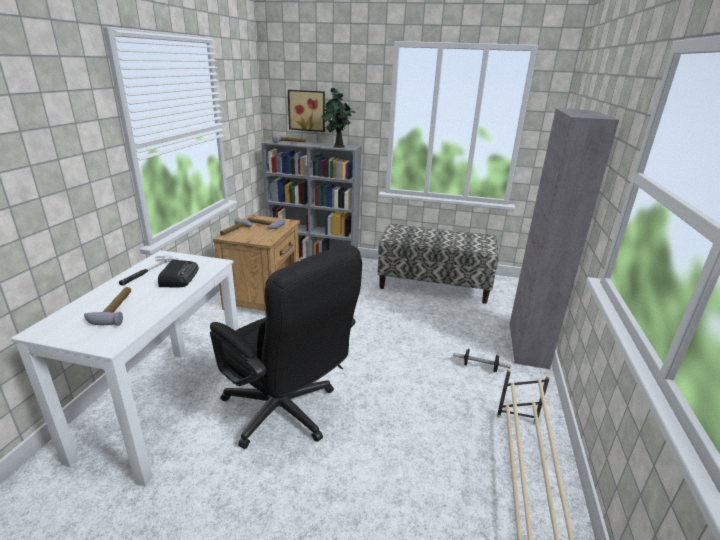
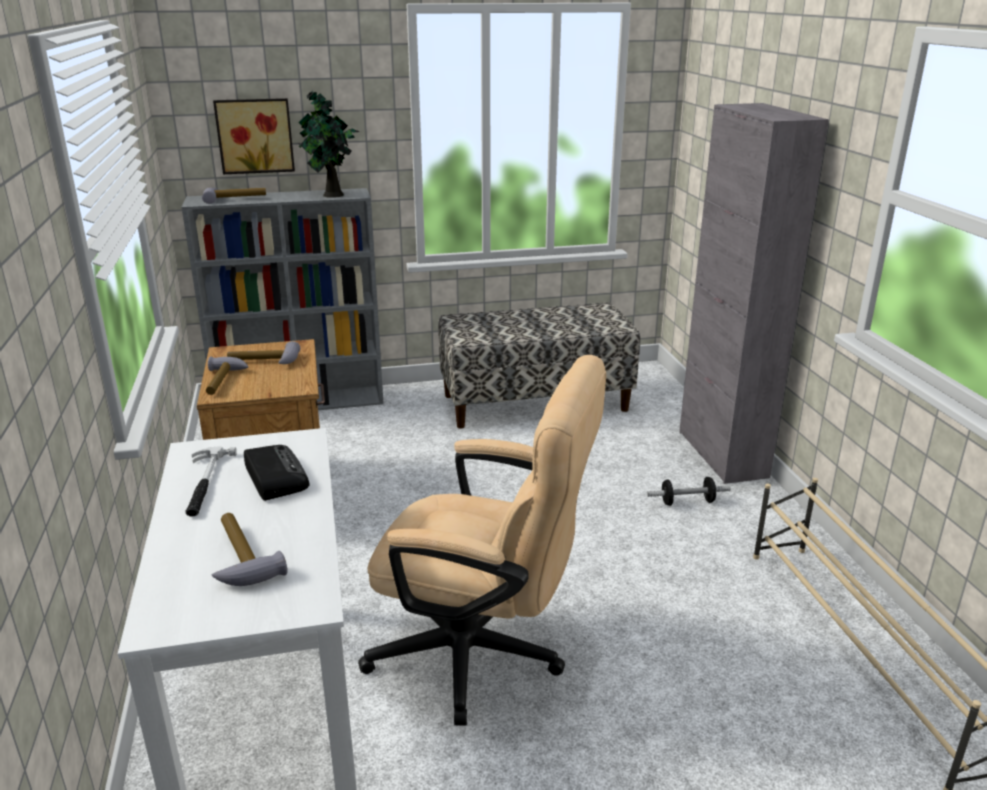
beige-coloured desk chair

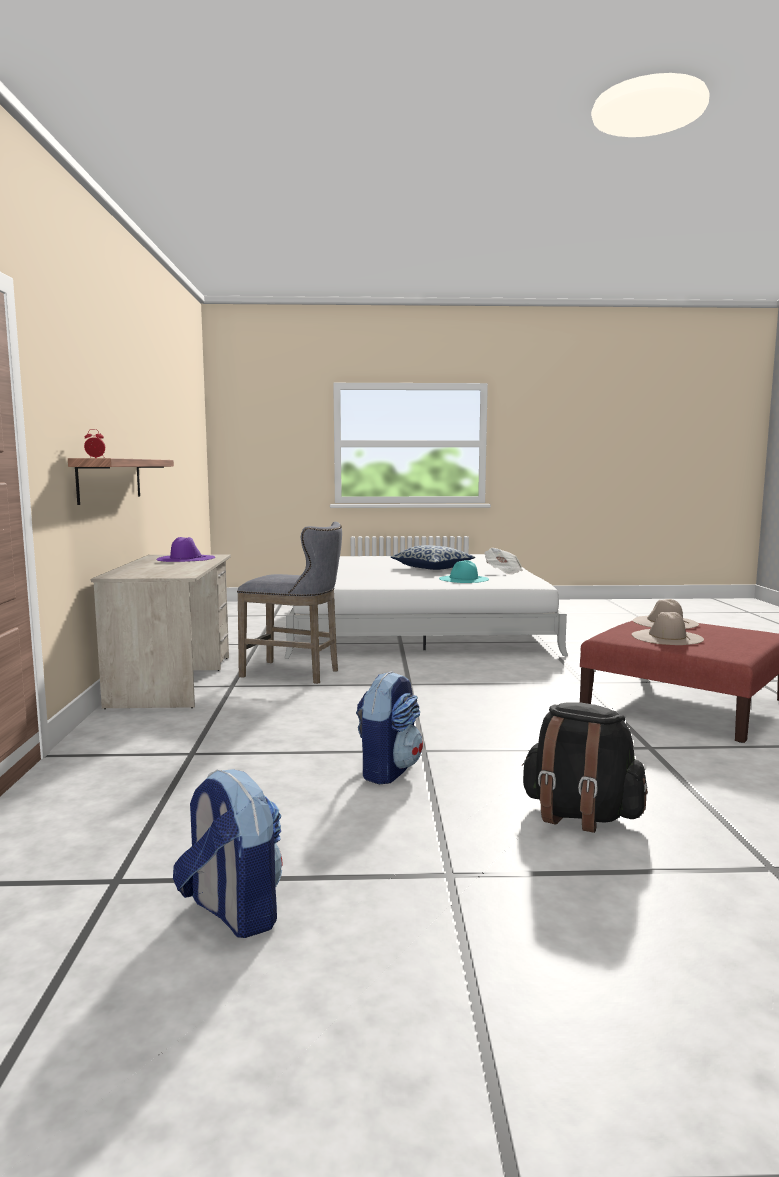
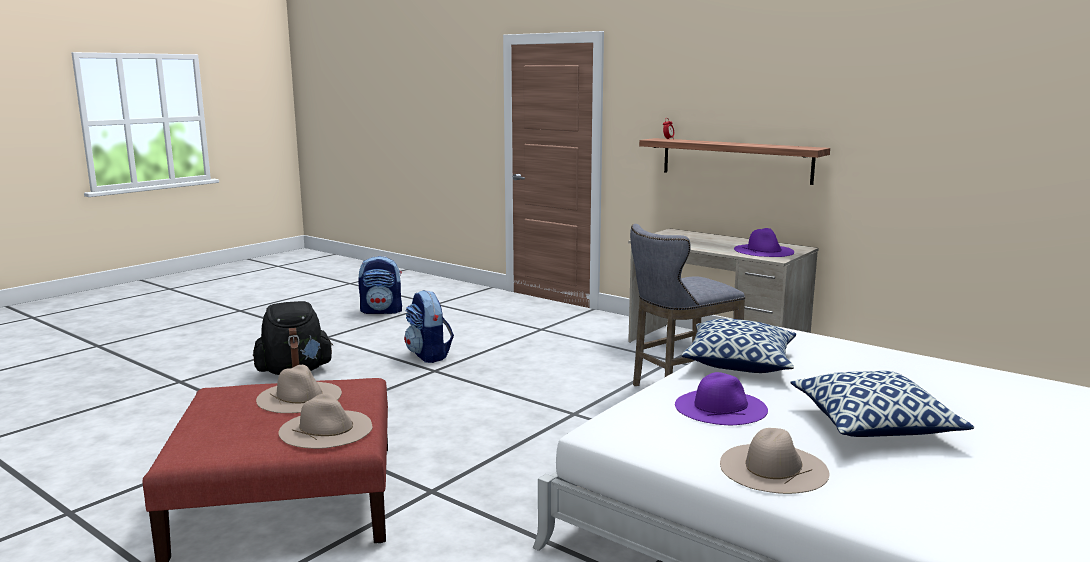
purplish clothing hat (1st from left)
beige-coloured clothing hat (3rd from left)
pillow (1st from left)

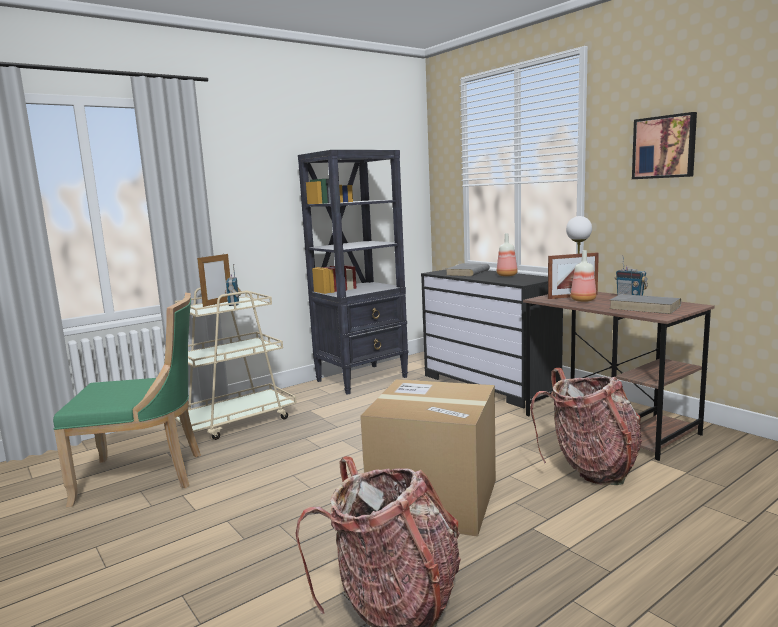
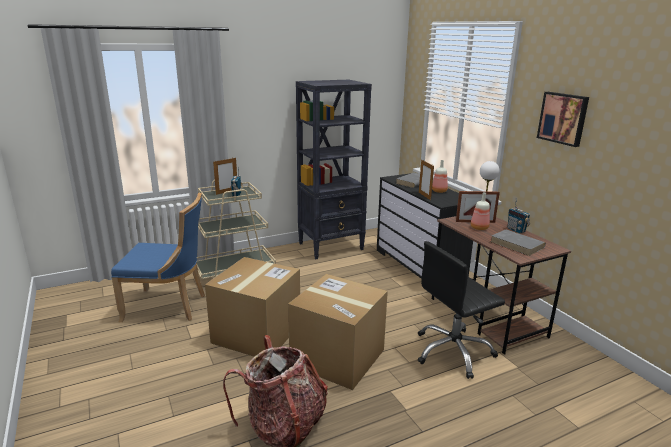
blue-coloured chair
blackish desk chair
carton (1st from left)
standing frame (2nd from left)

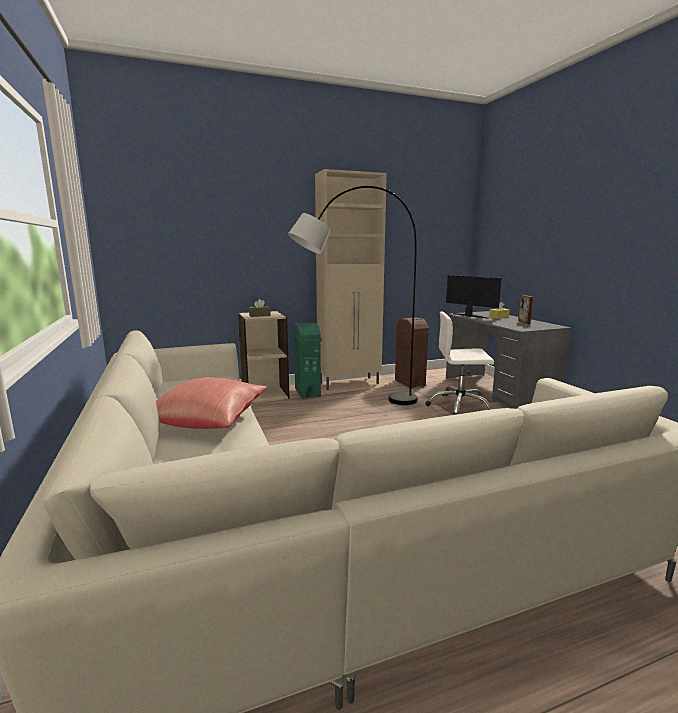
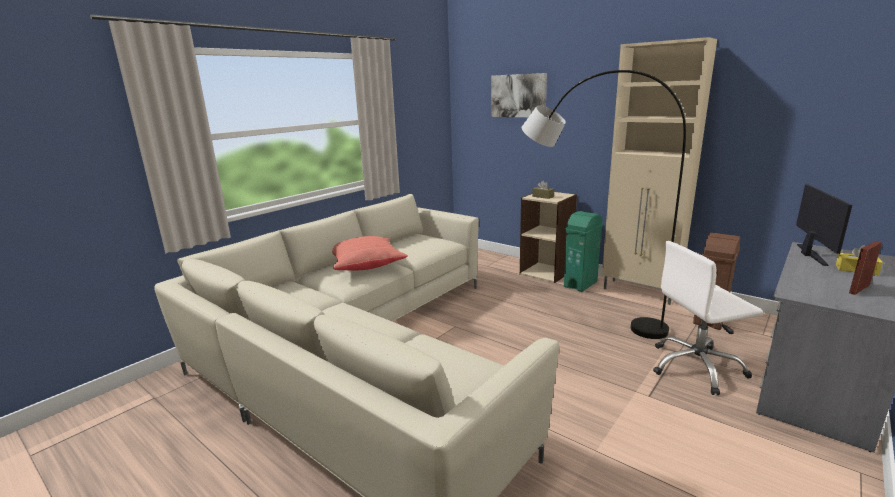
white-coloured desk chair
wall picture

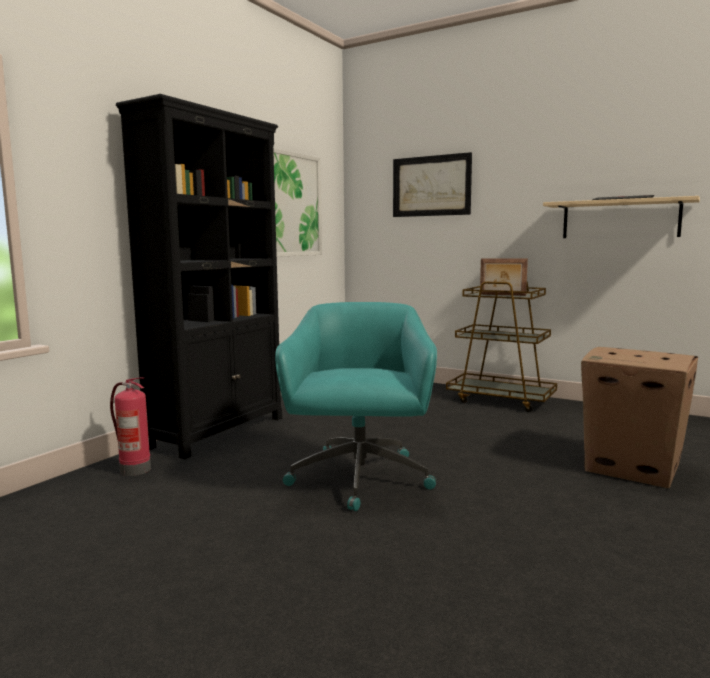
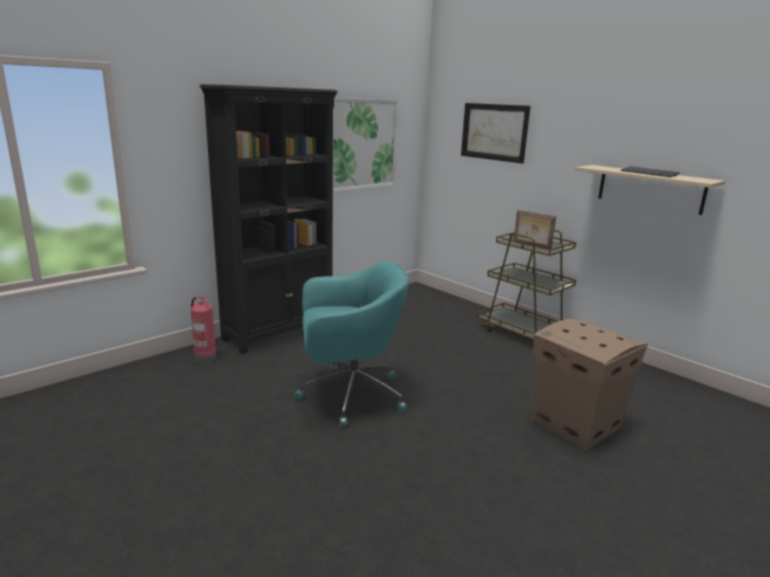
turquoise desk chair

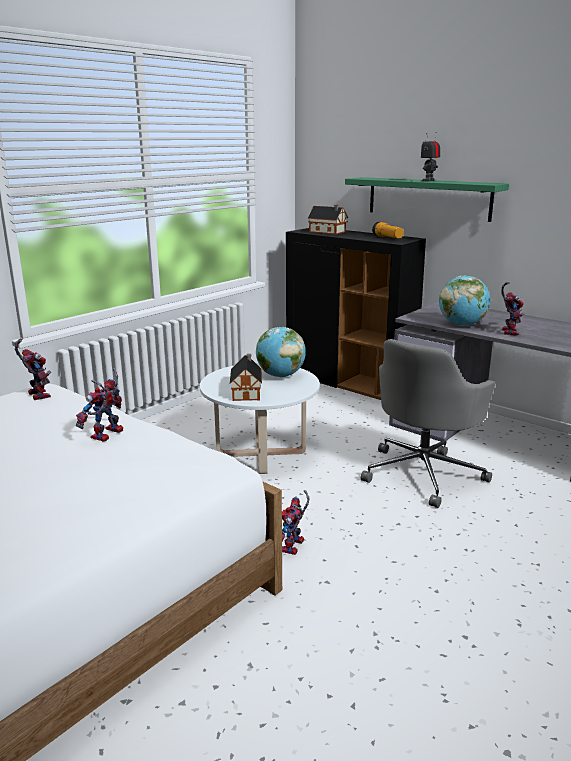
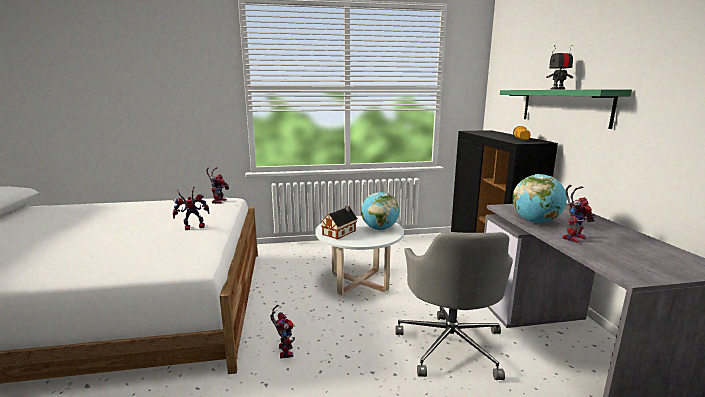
toy robot (3rd from left)
model house (2nd from left in the first image)
greyish desk chair

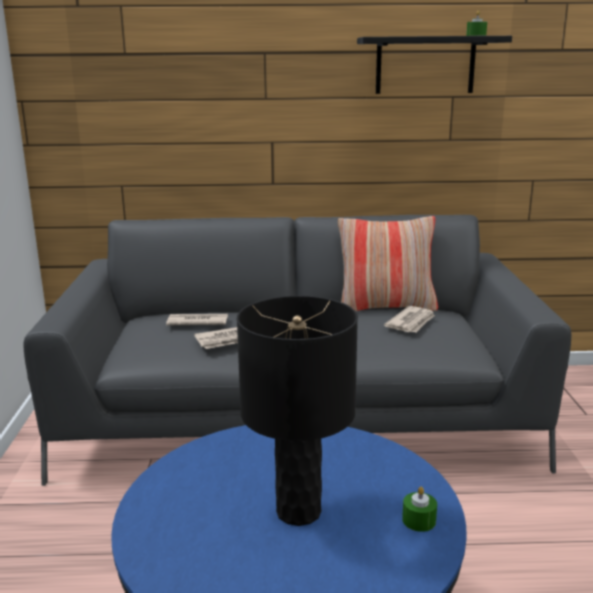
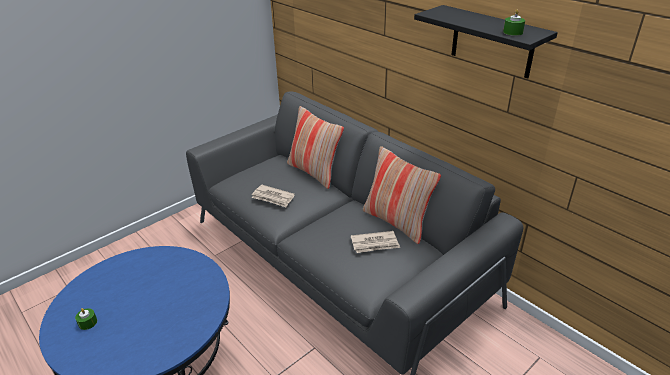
daily paper (1st from left in the first image)
blackish tabletop lamp
green-coloured candle (1st from left)
pillow (1st from left)

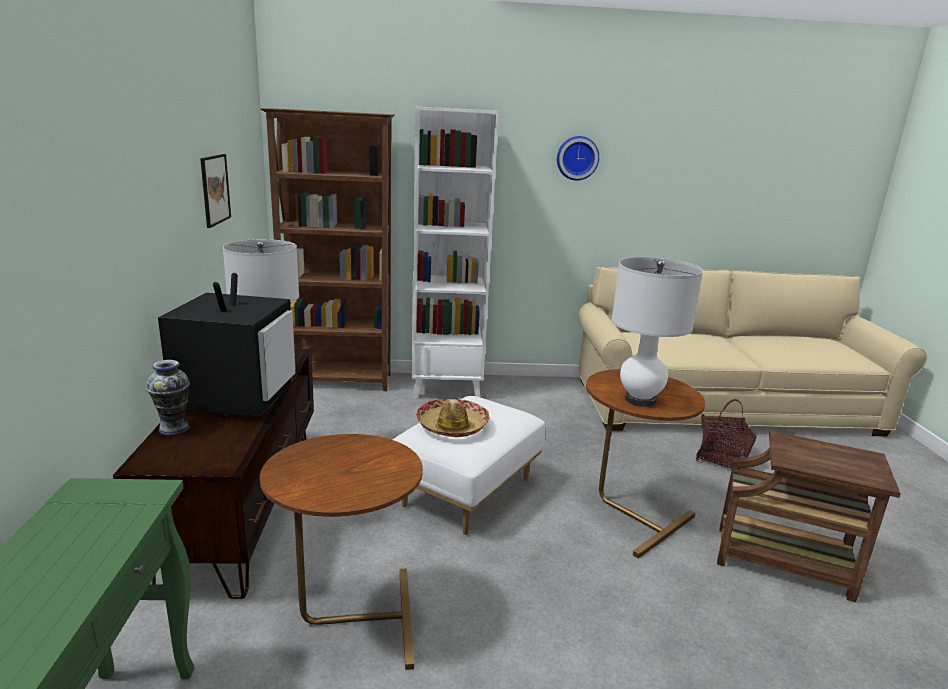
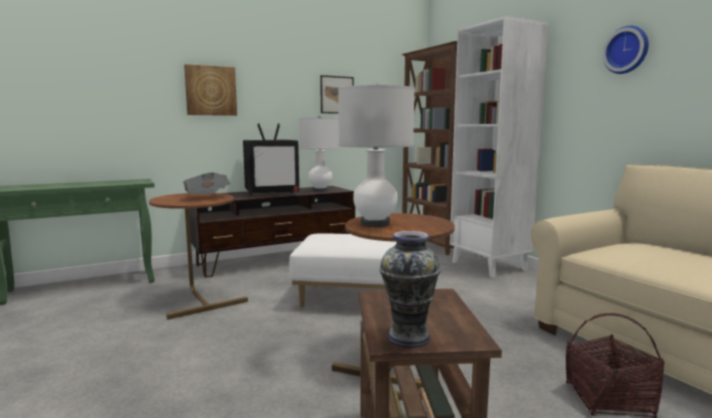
decorative vase
clothing hat
daily paper
wall picture (1st from left)

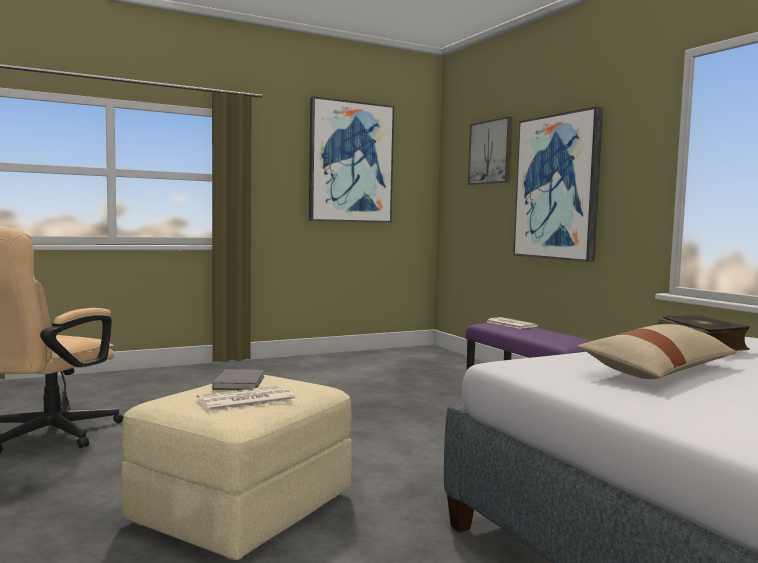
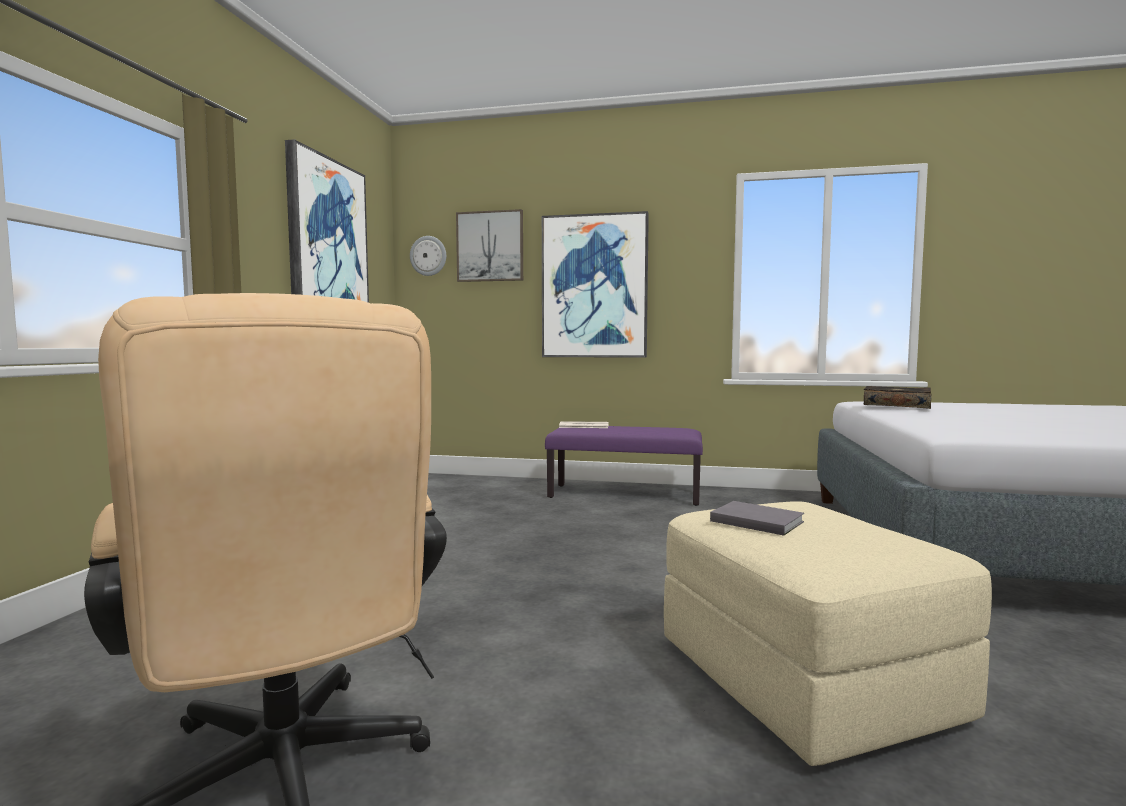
daily paper (1st from left in the first image)
beige-coloured pillow
hanging clock

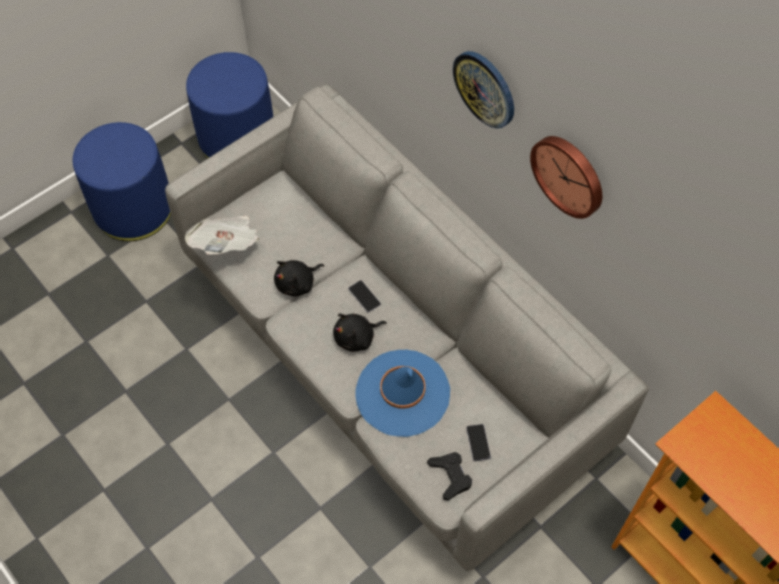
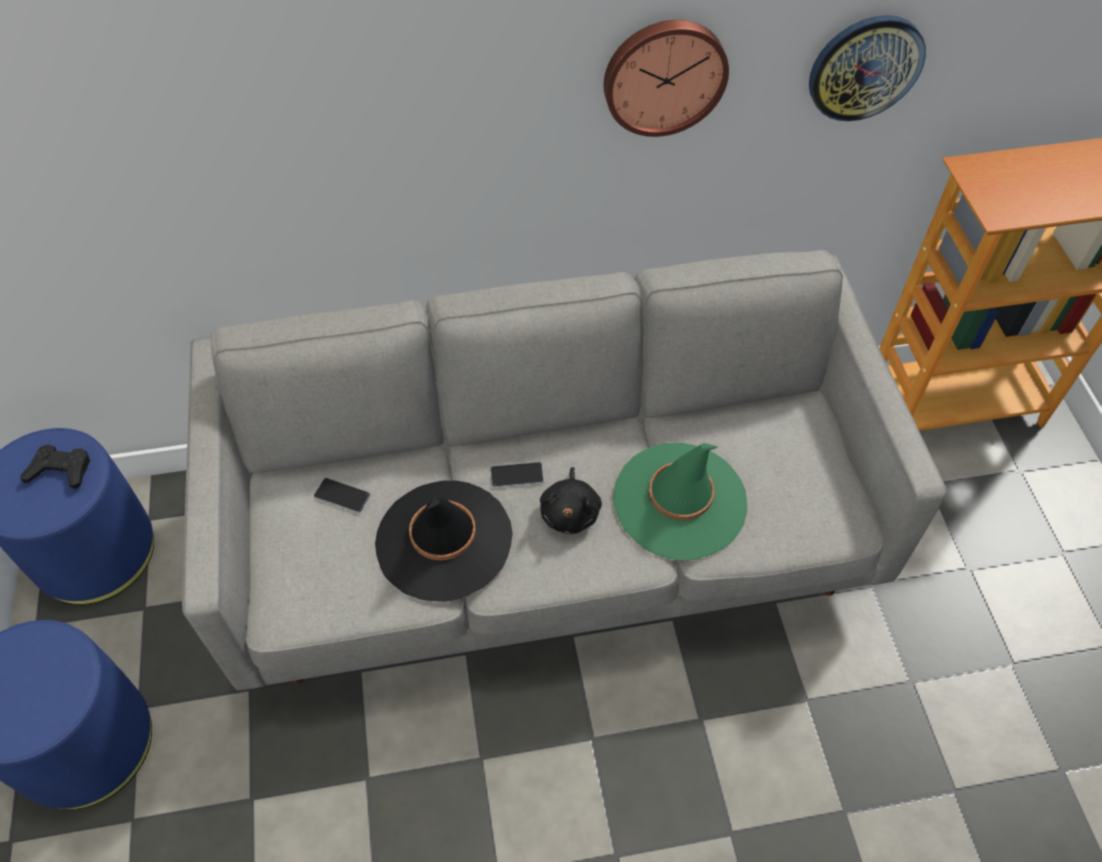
daily paper
blackish clothing hat
green-coloured clothing hat
blackish joypad
hanging clock (2nd from left)
phone (1st from left)

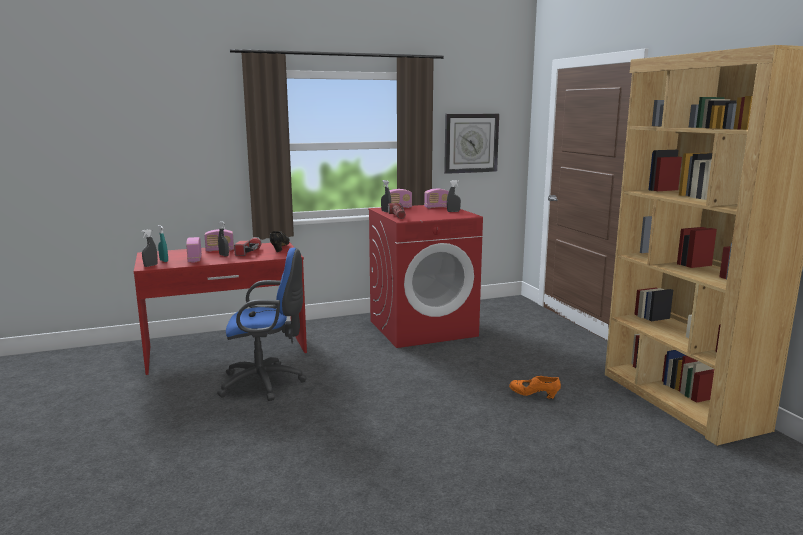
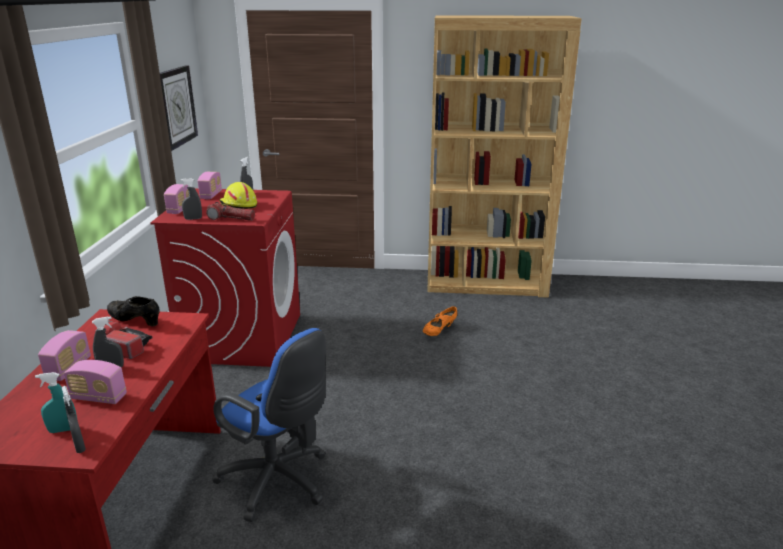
blue-coloured desk chair
yellow work helmet

